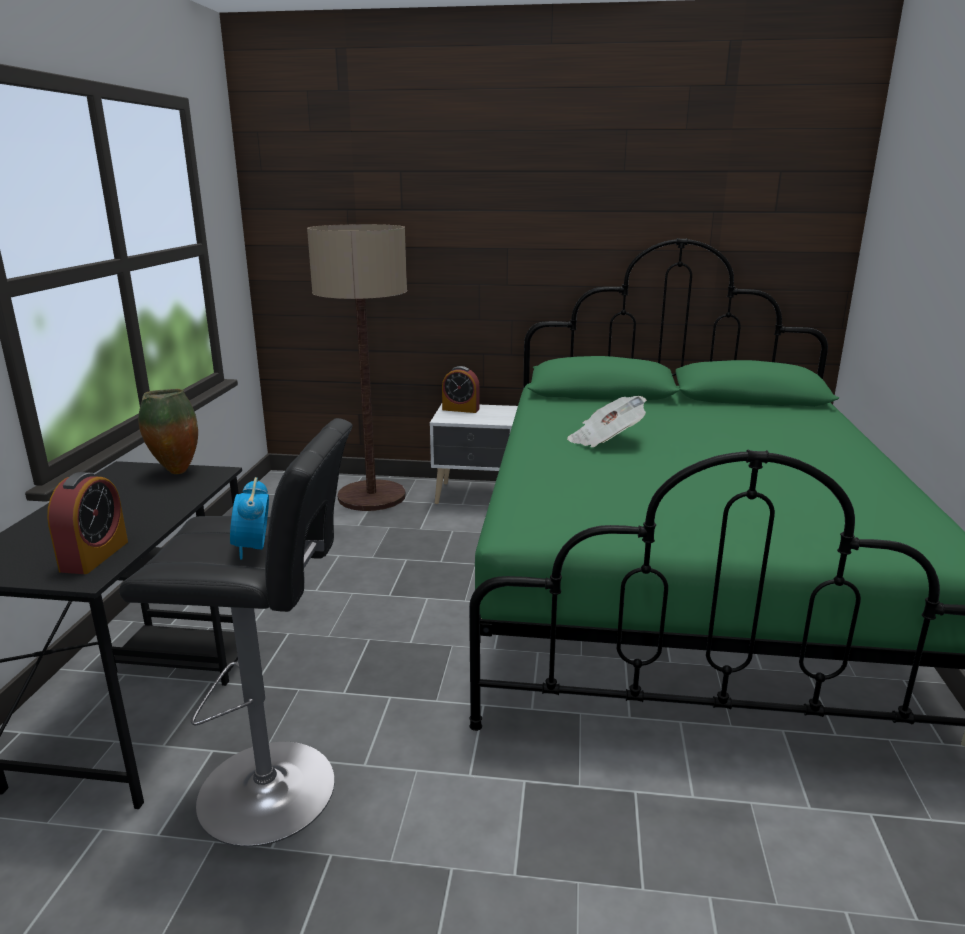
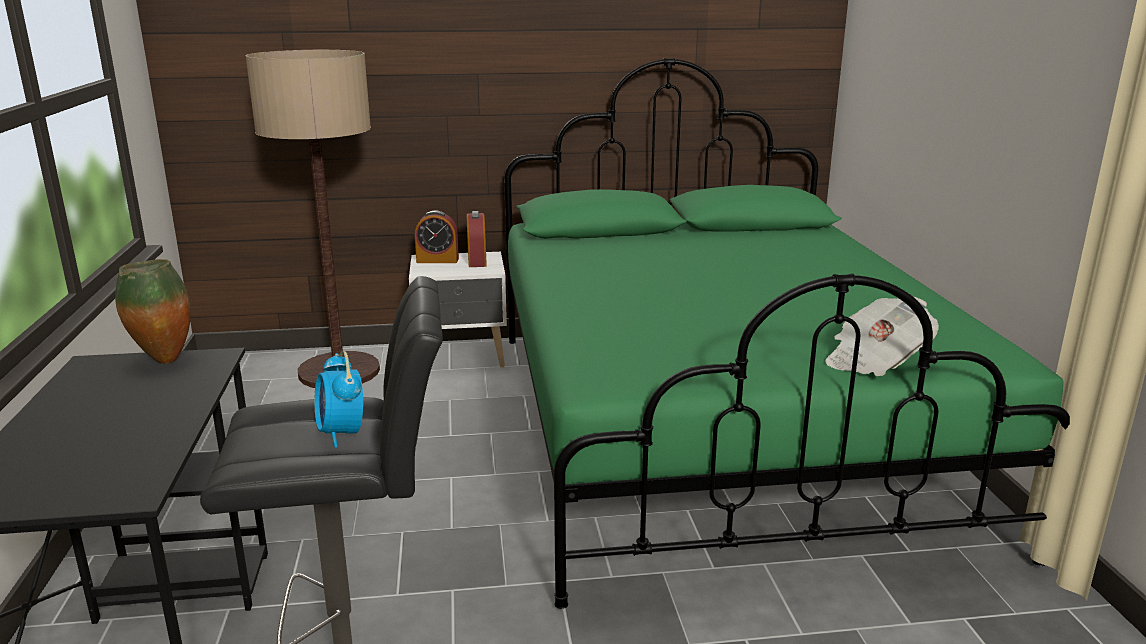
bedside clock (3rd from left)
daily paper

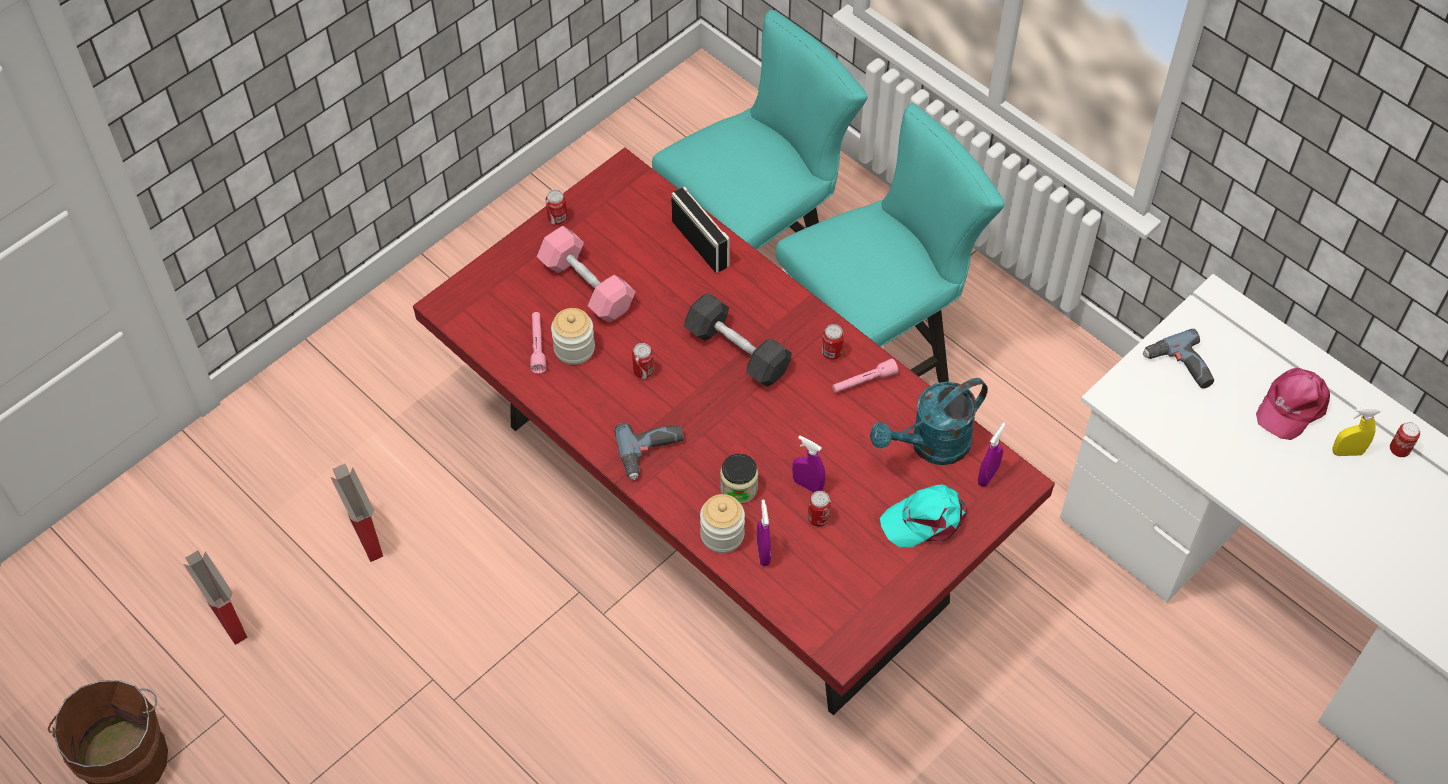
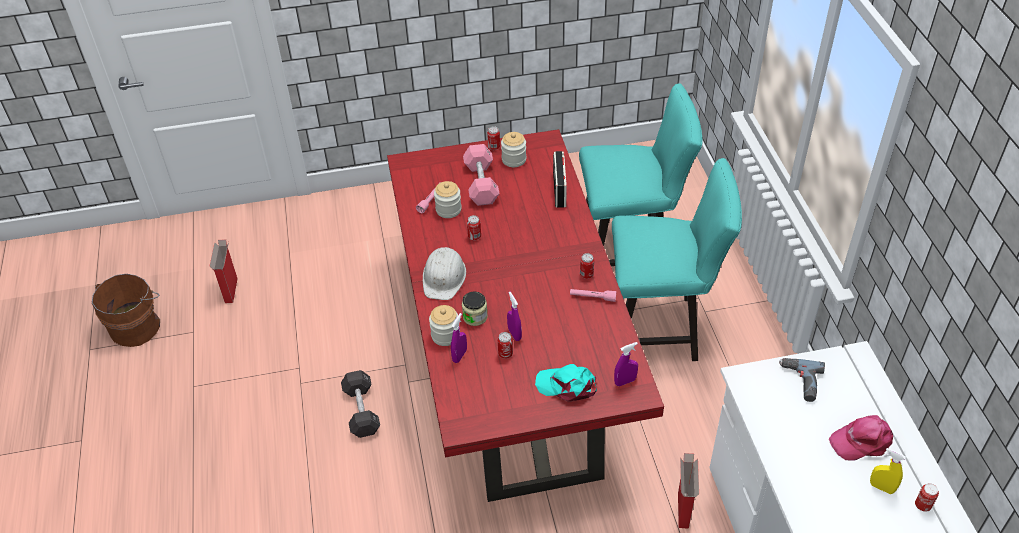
carton (2nd from left)
white-coloured work helmet
blackish hand weight
turquoise watering can
preserve jar (4th from left)

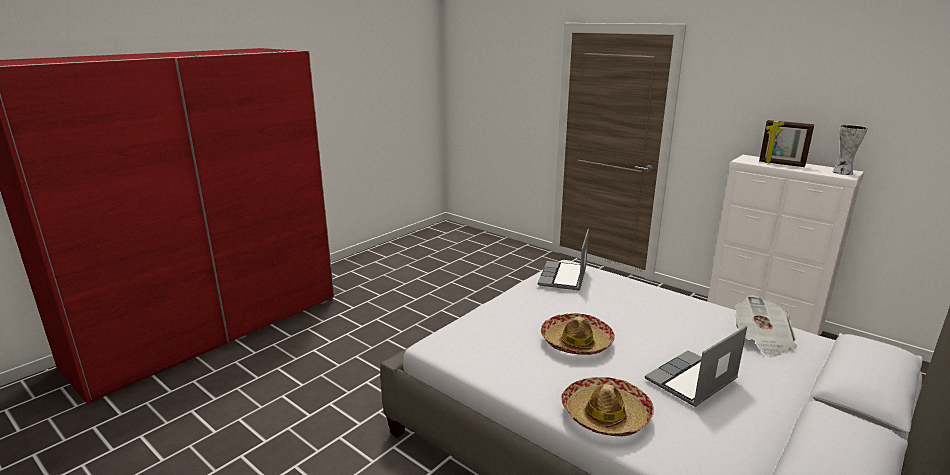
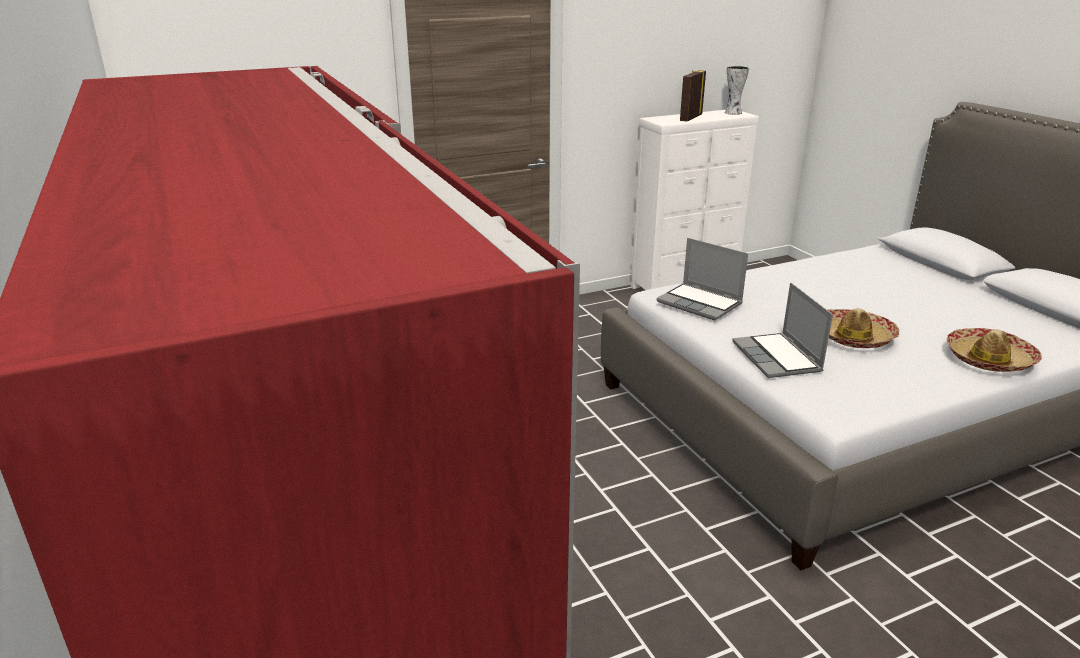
portable computer (2nd from left)
daily paper
standing frame

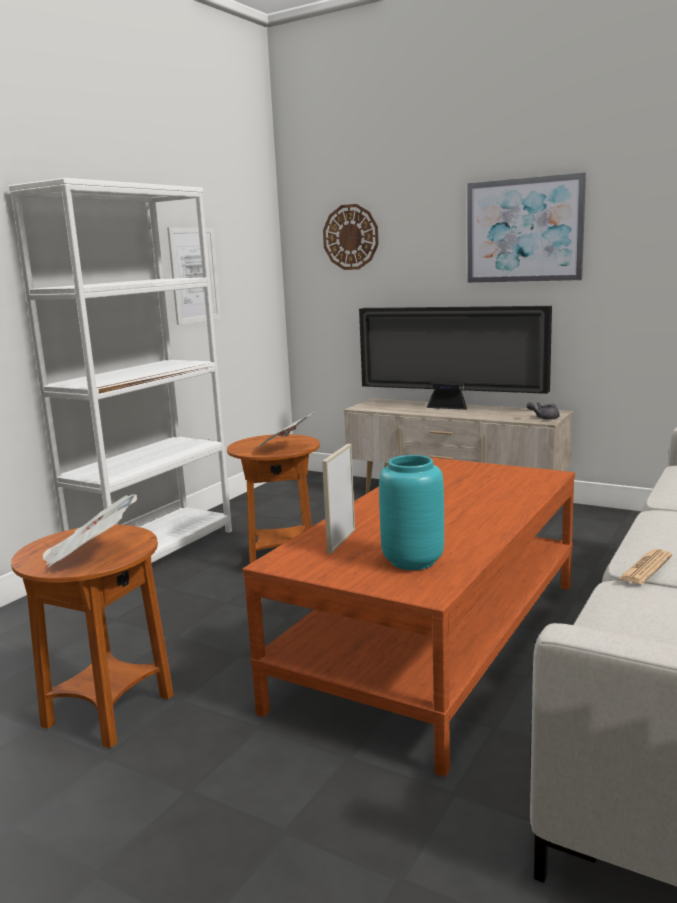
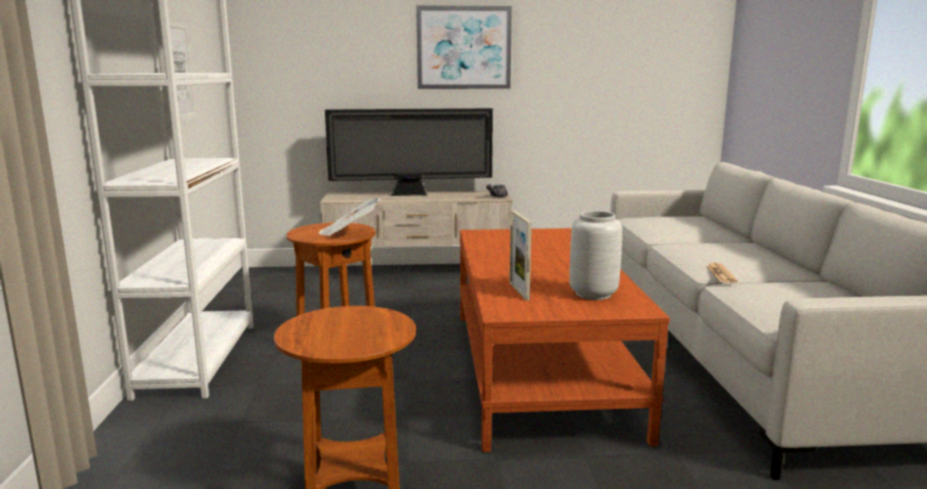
daily paper (1st from left in the first image)
hanging clock
greyish decorative vase

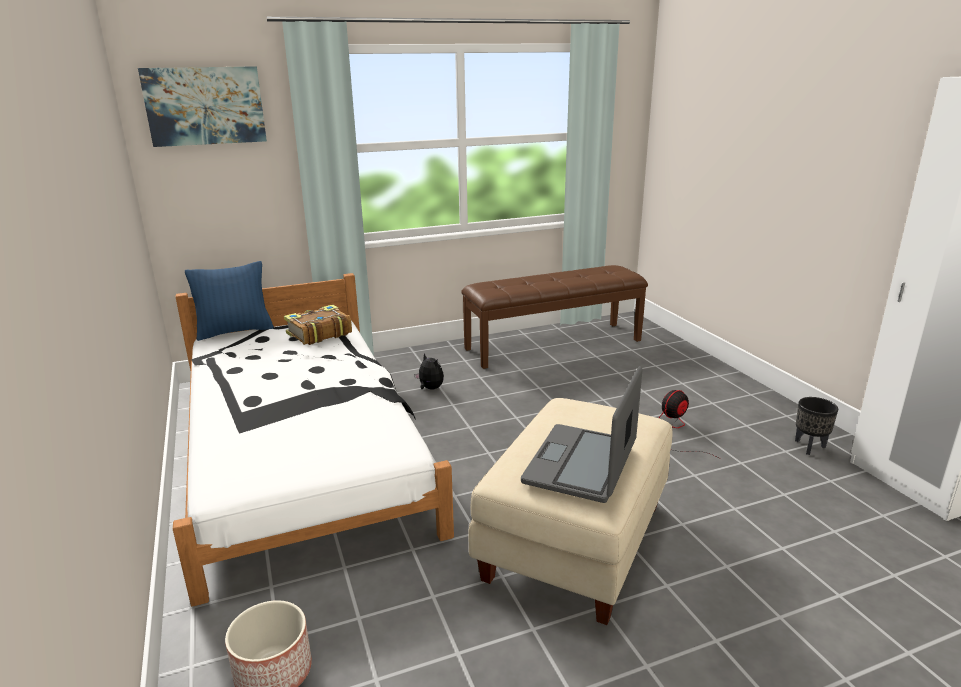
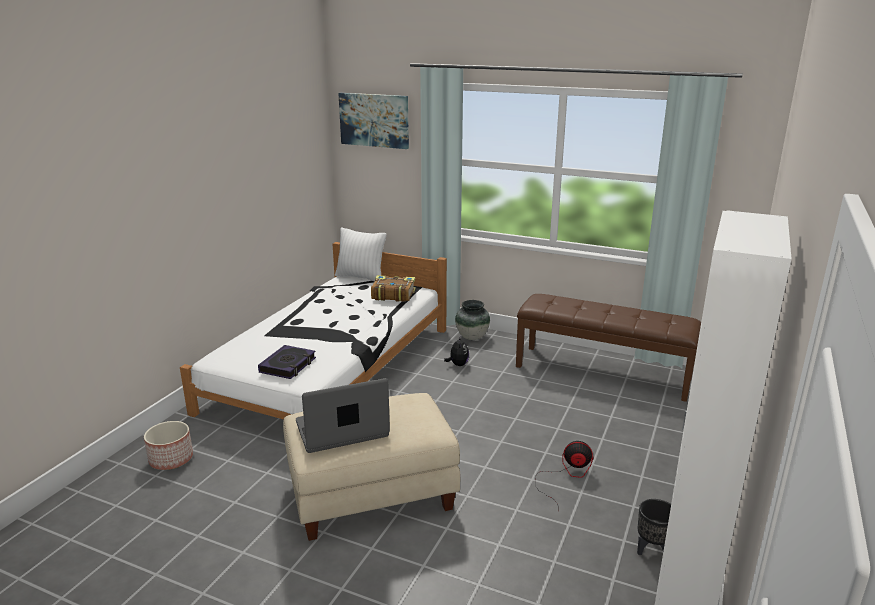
white-coloured pillow
book (1st from left)
decorative vase

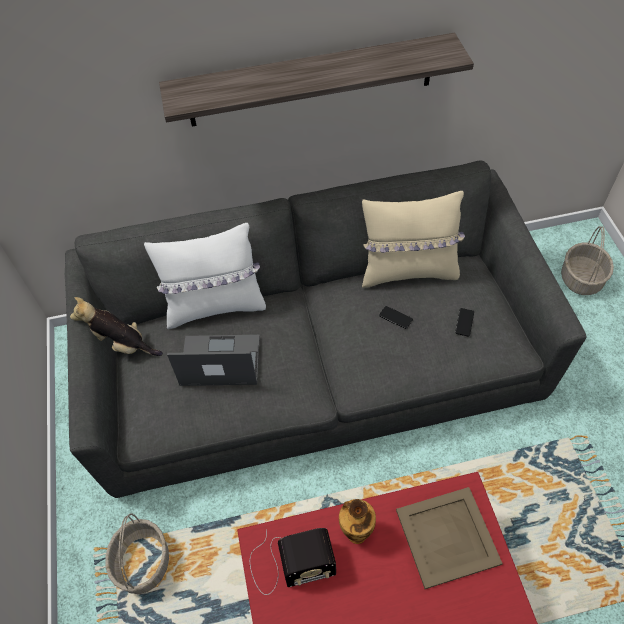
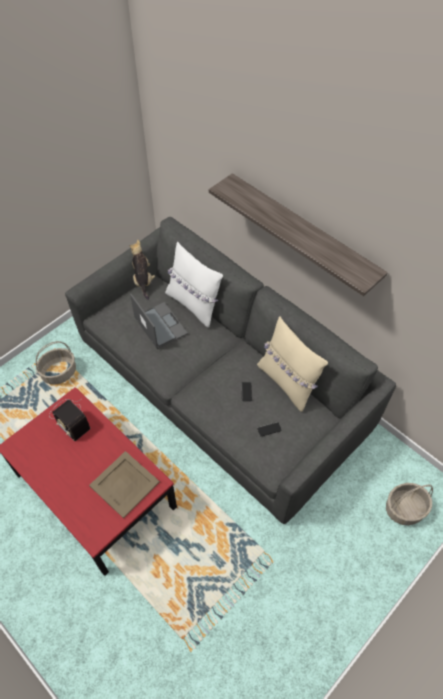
decorative vase

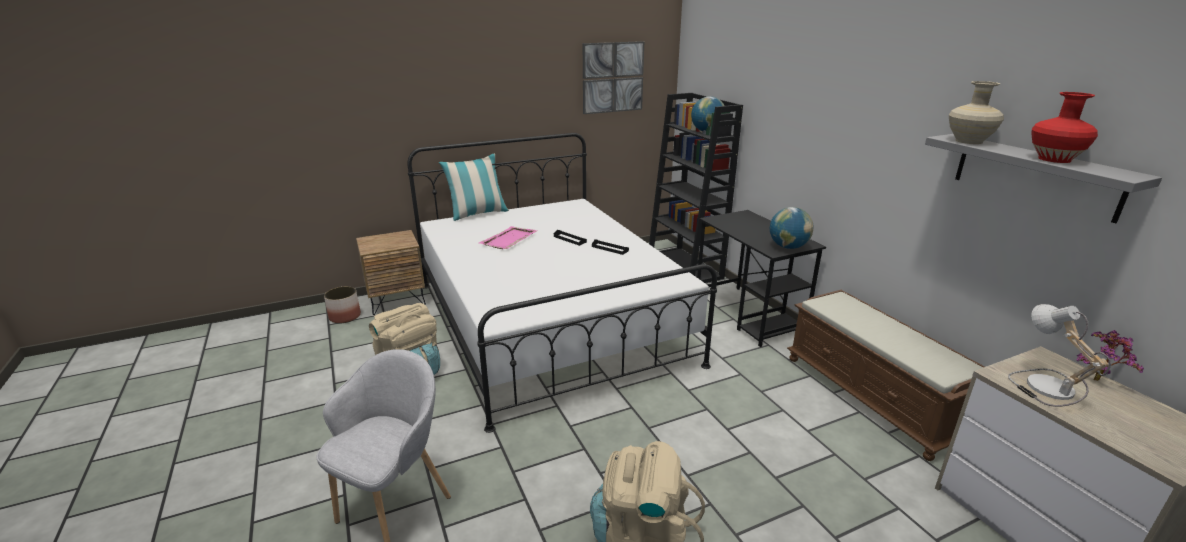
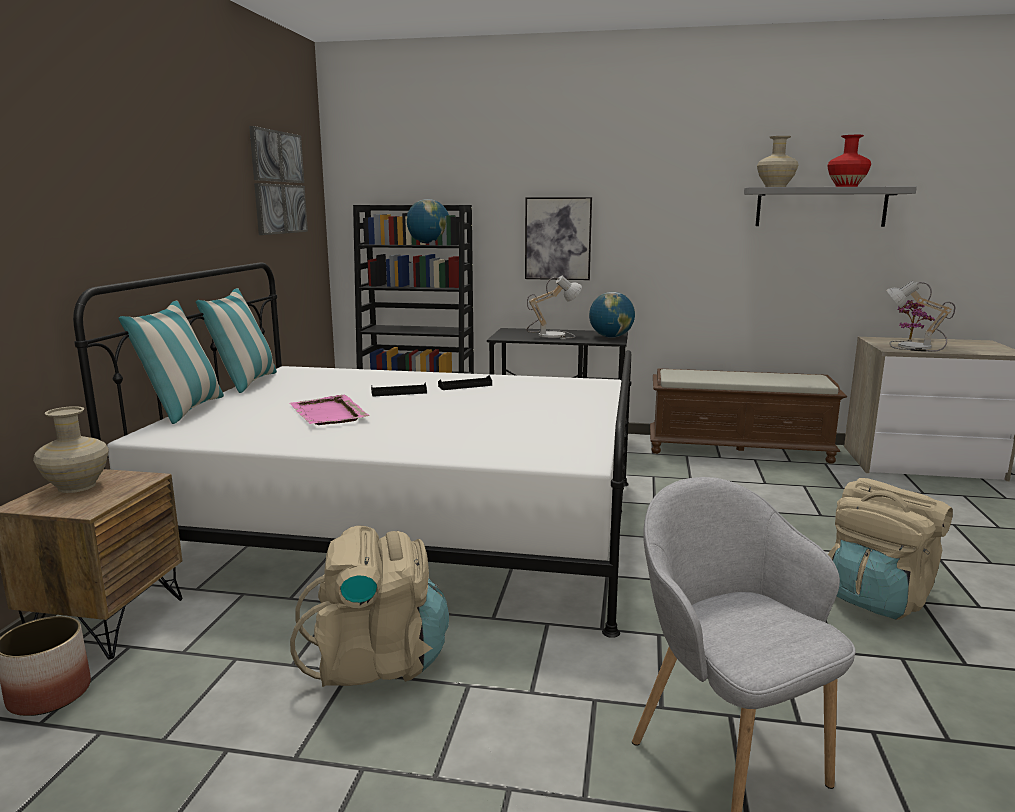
beige-coloured decorative vase (1st from left)
pillow (2nd from left)
wall picture (2nd from left)
tabletop lamp (1st from left)

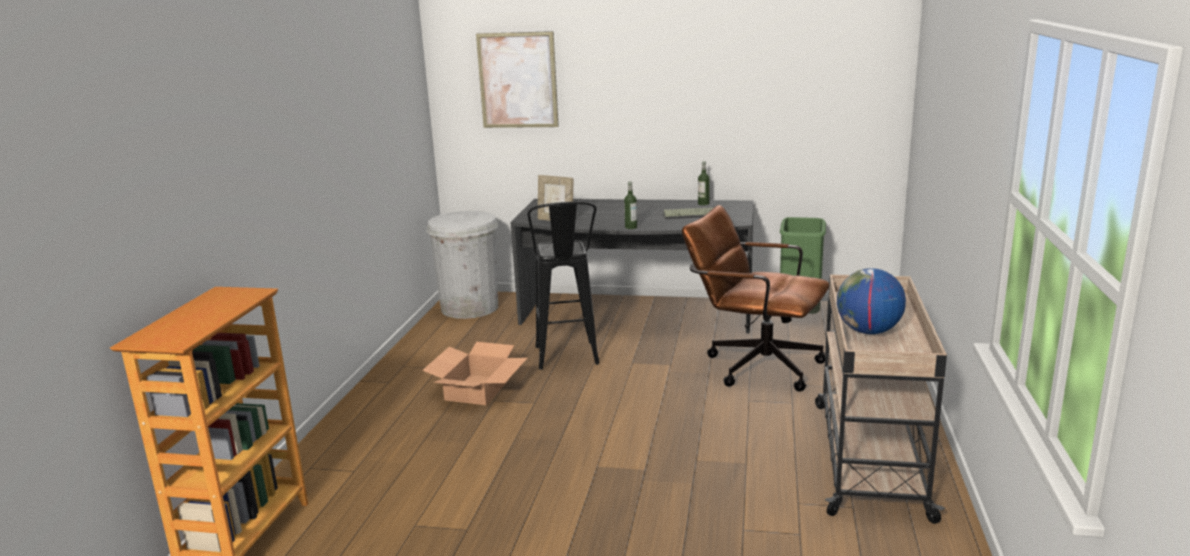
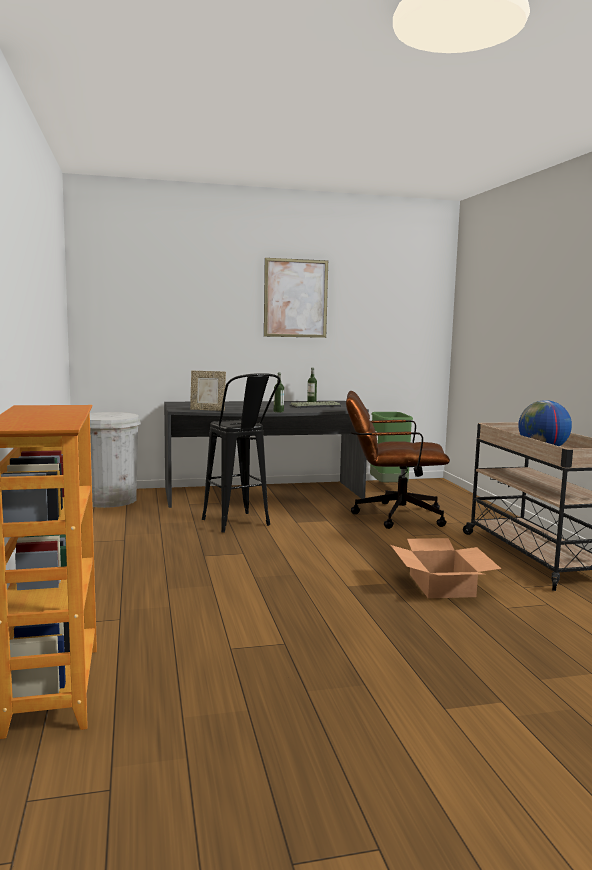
carton
wall picture

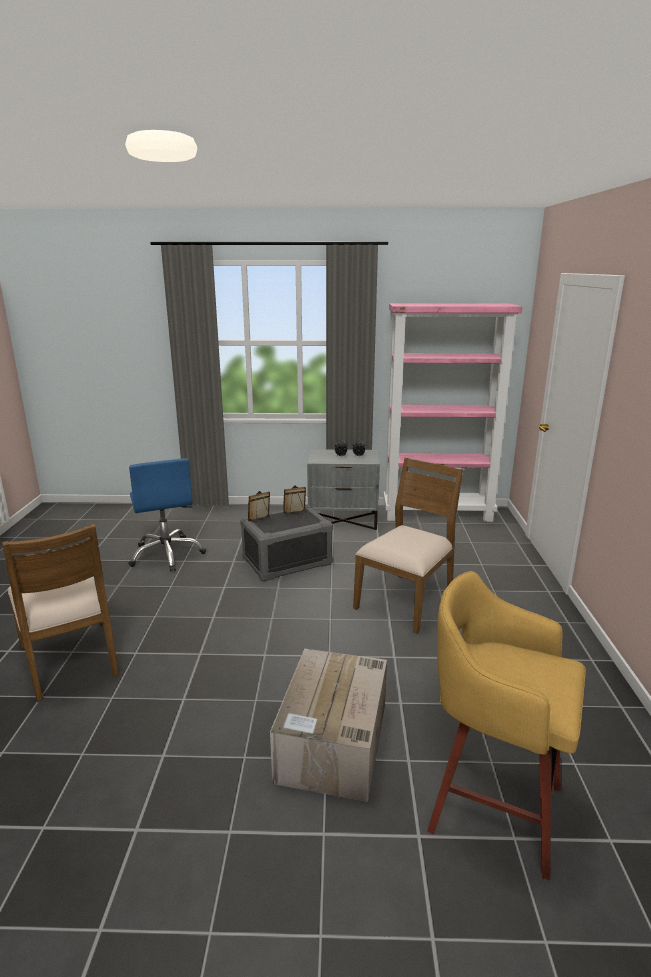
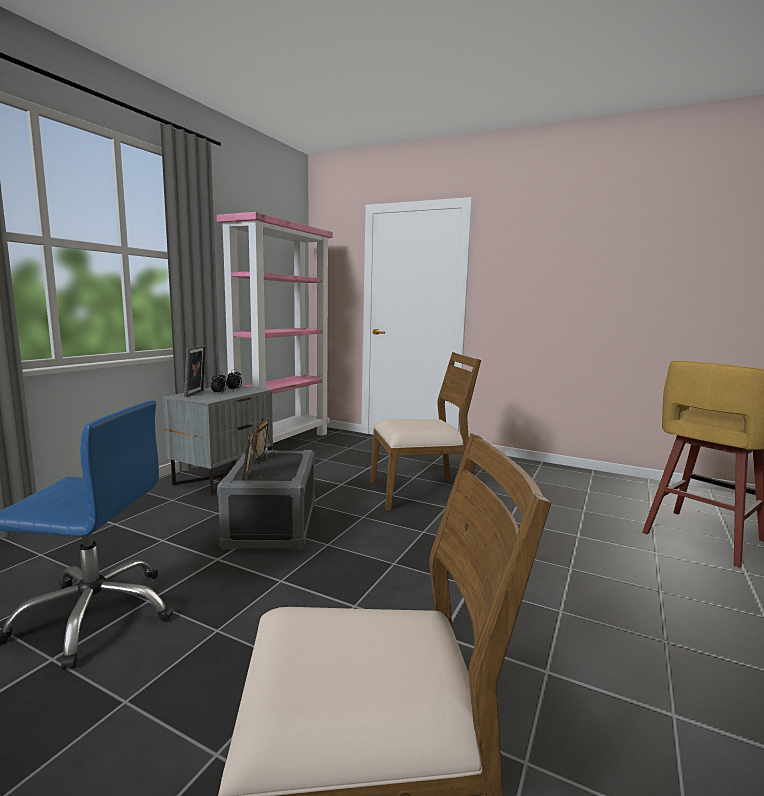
carton
brown chair (2nd from left)
standing frame (1st from left)

